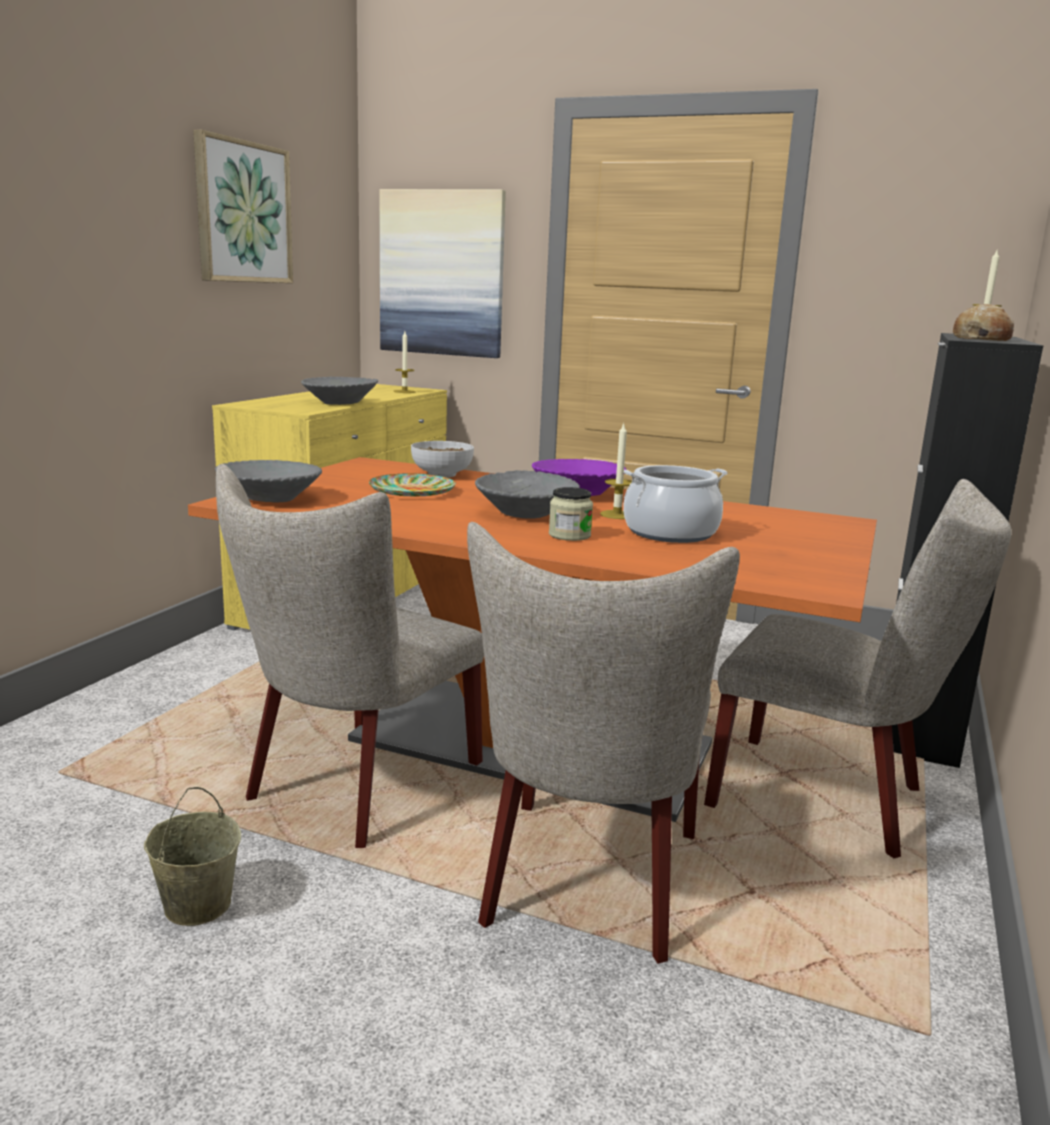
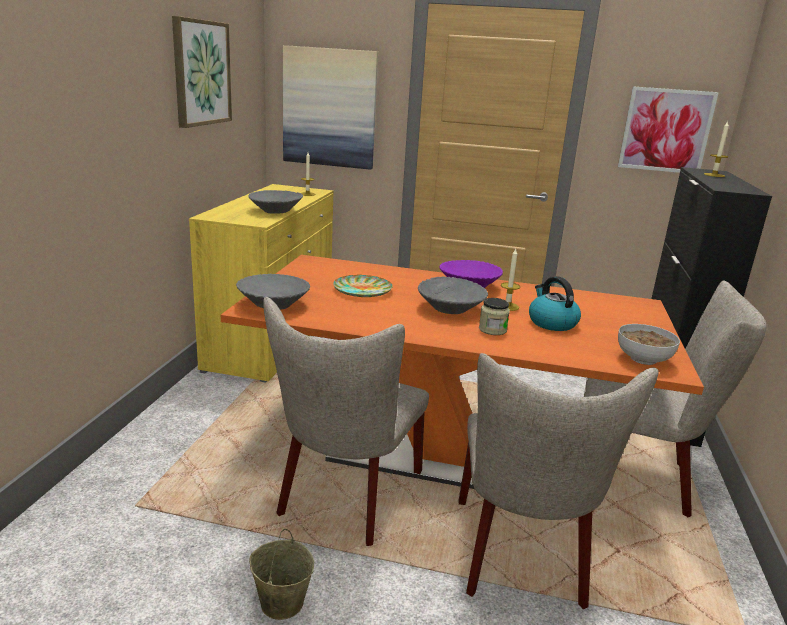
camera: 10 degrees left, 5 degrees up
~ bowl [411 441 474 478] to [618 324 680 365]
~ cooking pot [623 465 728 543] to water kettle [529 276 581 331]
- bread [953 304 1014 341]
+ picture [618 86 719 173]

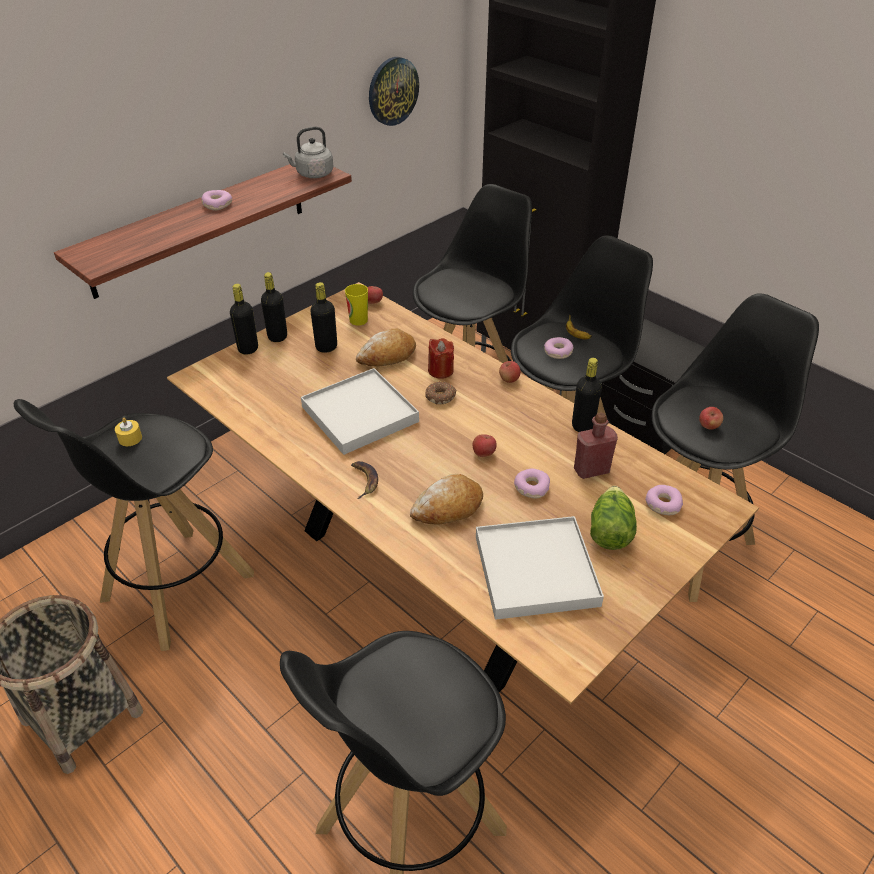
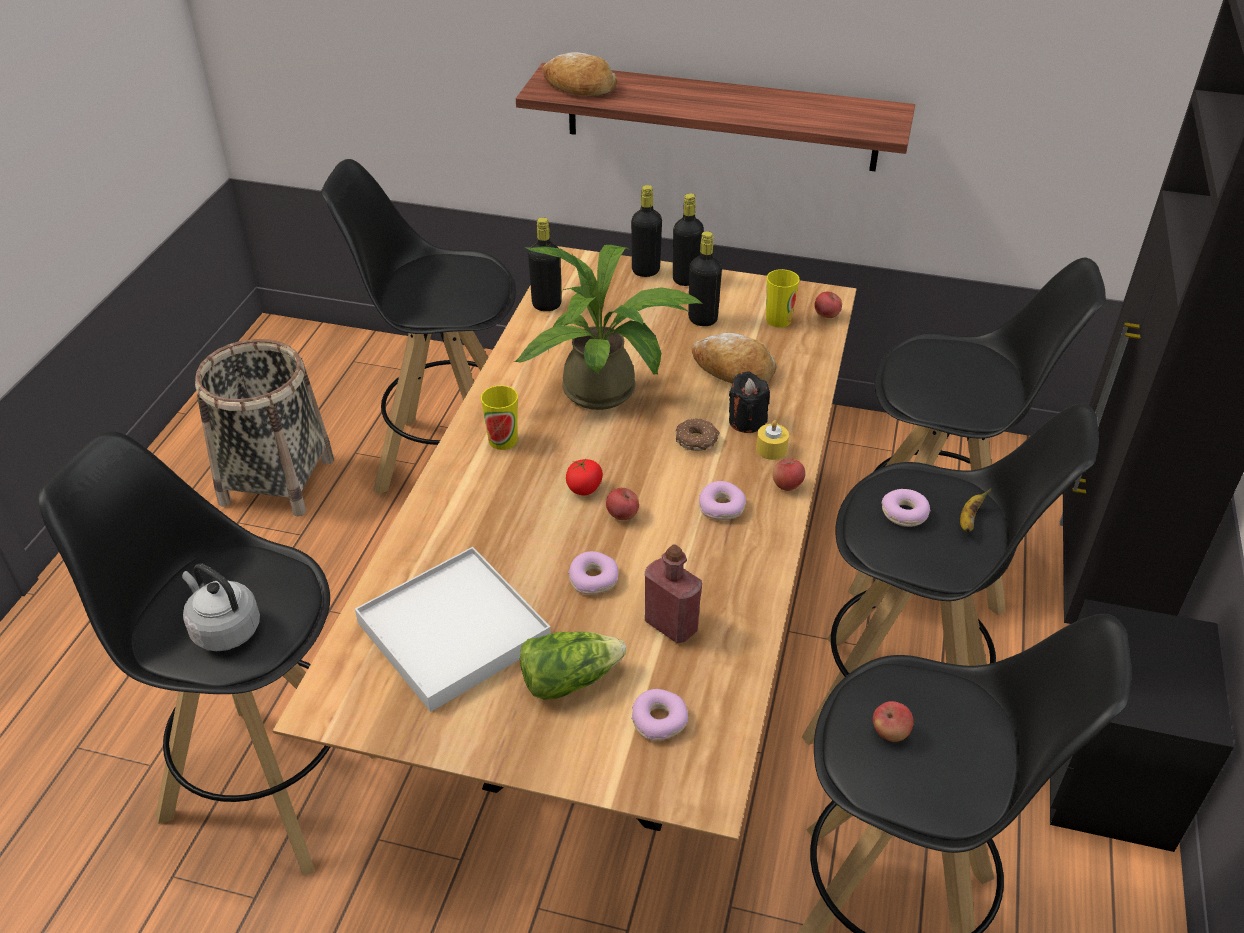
camera: 60 degrees right, 0 degrees up
~ yellowish wax light [115 418 142 446] to [756 420 789 460]
~ donut [201 190 232 210] to [699 481 746 520]
~ greyish water kettle [283 127 334 178] to [182 563 260 651]
~ whitish carrying tray [301 368 419 455] to plant in a pot [514 245 703 410]
~ banana [351 461 378 499] to cup [481 385 518 450]
- hanging clock [369 57 419 126]
~ bread [410 474 483 524] to [543 52 617 96]
~ reddish wax light [428 338 454 379] to blackish wax light [729 371 770 433]
~ blackish drink bottle [572 358 602 432] to [528 217 562 311]
+ whole tomato [566 458 603 495]

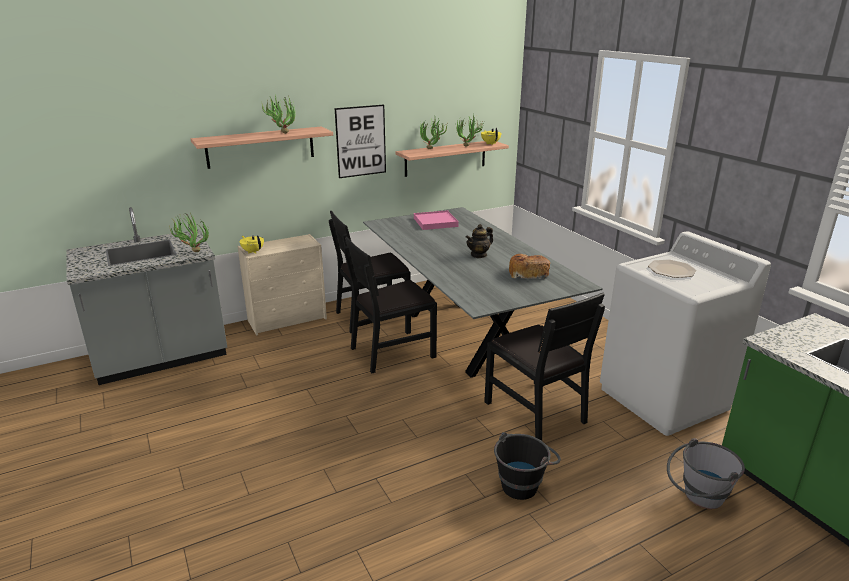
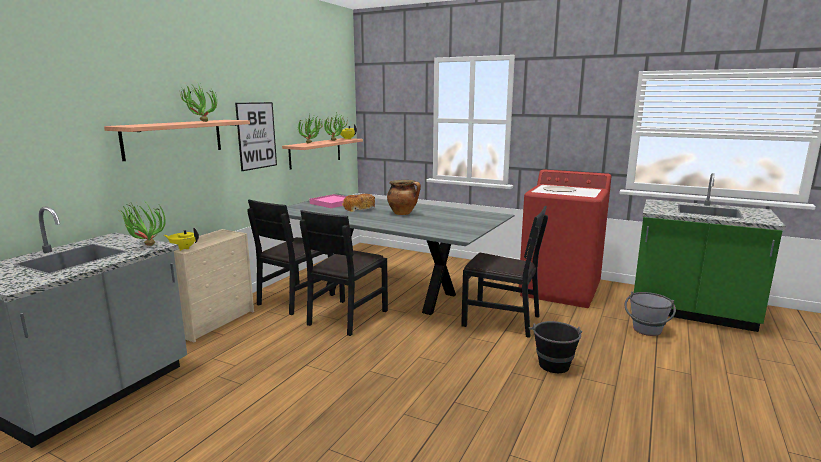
camera: 35 degrees left, 10 degrees down
~ tea pot [466 224 493 258] to cooking pot [387 180 421 215]
~ bread [509 254 550 279] to [342 194 375 212]
~ whitish washing machine [600 231 771 436] to reddish washing machine [519 169 612 308]

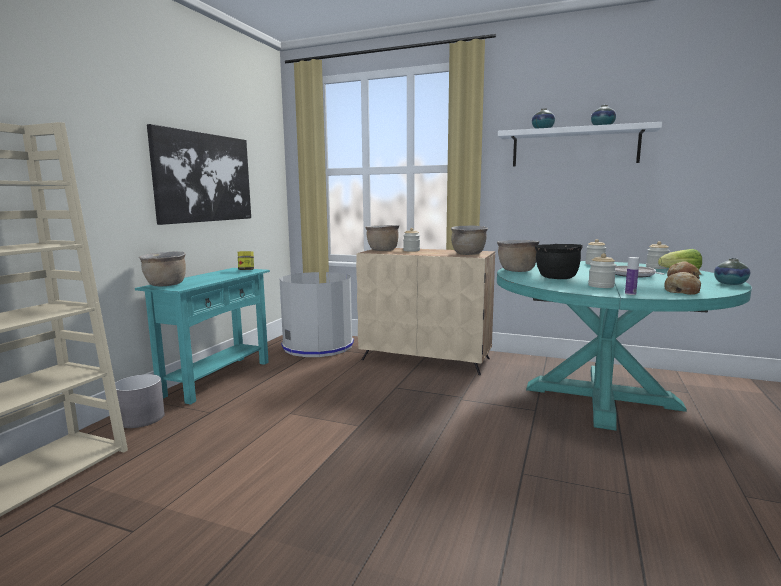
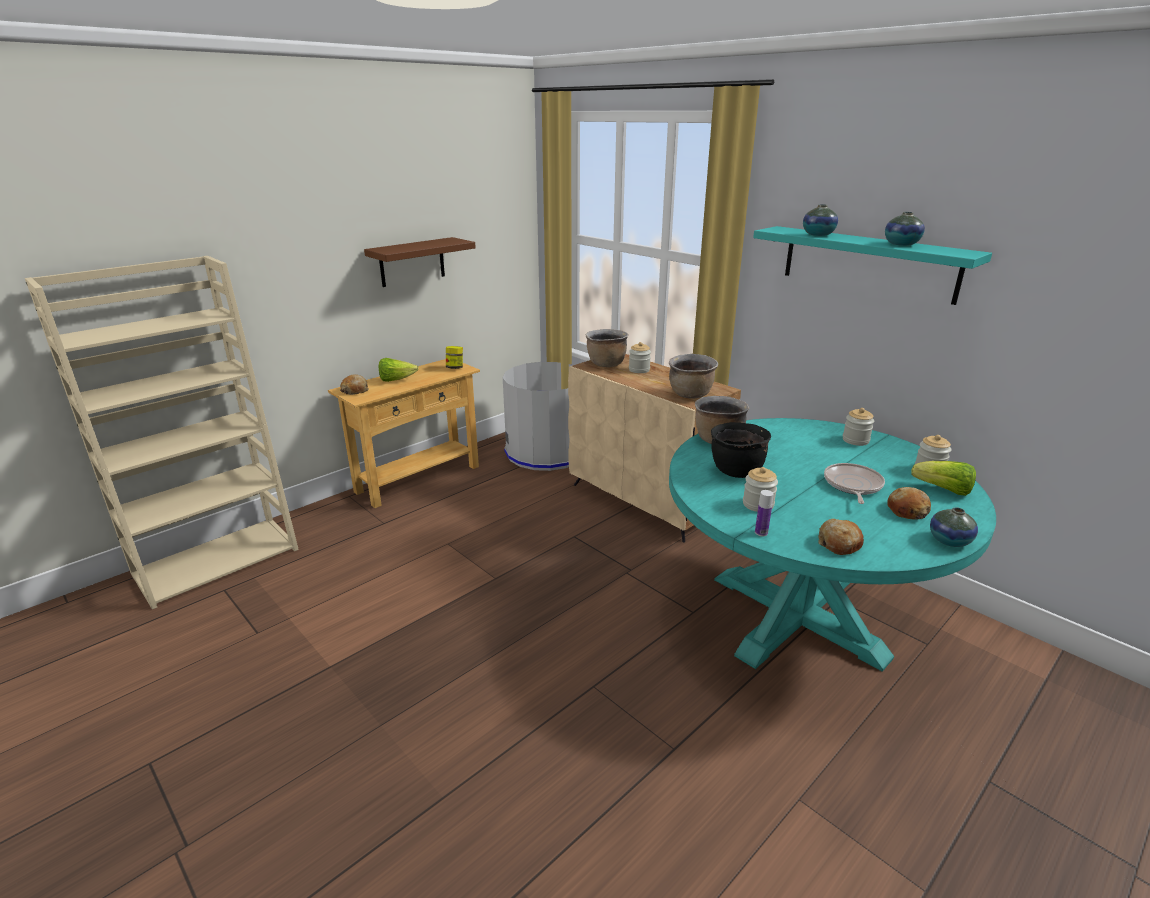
camera: 25 degrees right, 15 degrees up
- greyish planter [115 374 165 428]
~ turquoise hall table [135 268 270 405] to beige hall table [328 359 480 508]
~ brown-coloured cooking pot [139 251 186 286] to bread [340 374 369 395]
~ picture [147 124 251 225] to brown-coloured shelf [364 237 476 287]
~ whitish shelf [498 122 662 166] to turquoise shelf [753 226 992 305]
+ lettuce [379 358 419 382]

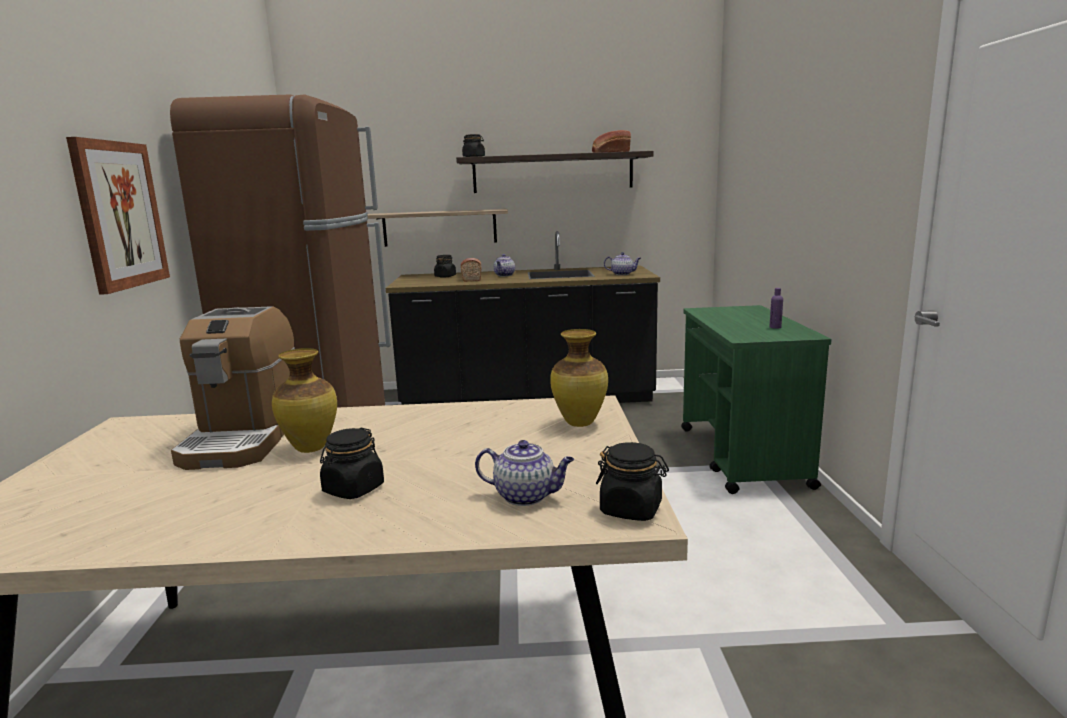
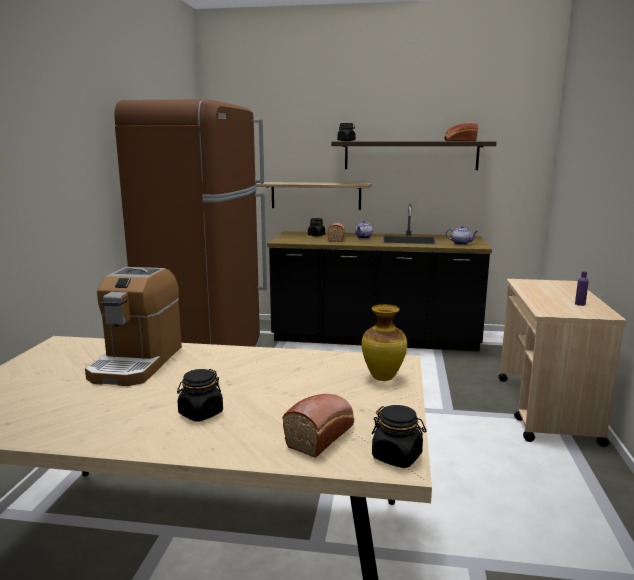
camera: 10 degrees right, 0 degrees up
- picture [66 137 170 295]
- flower vase [272 348 337 453]
~ tea pot [475 440 574 506] to bread [283 394 354 458]
~ green wheeled cart [681 305 832 494] to beige wheeled cart [498 279 626 447]

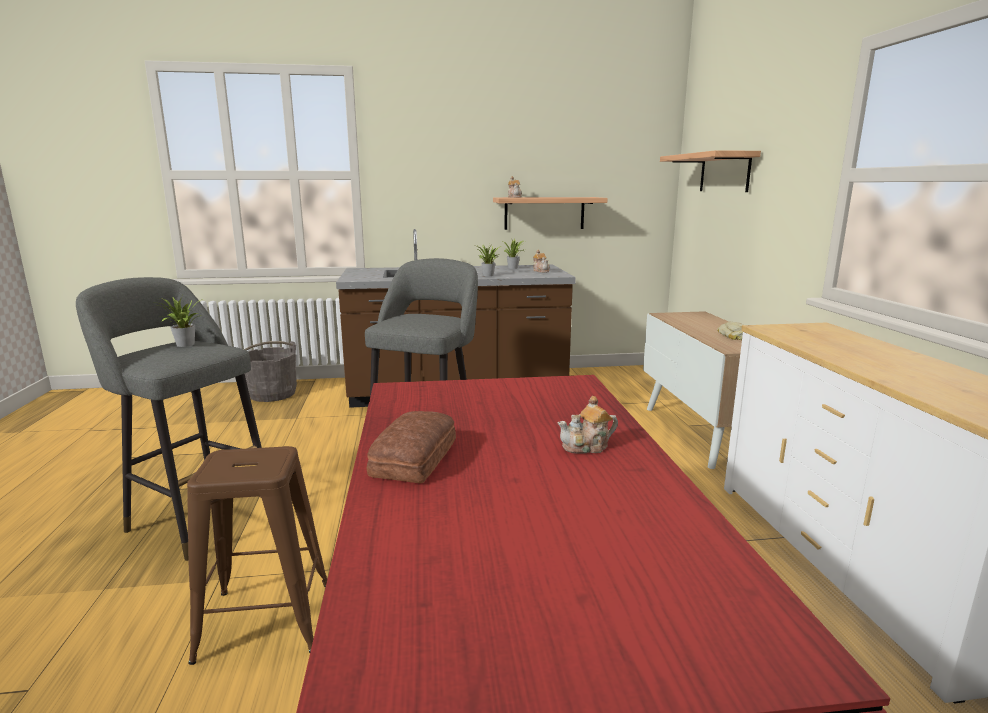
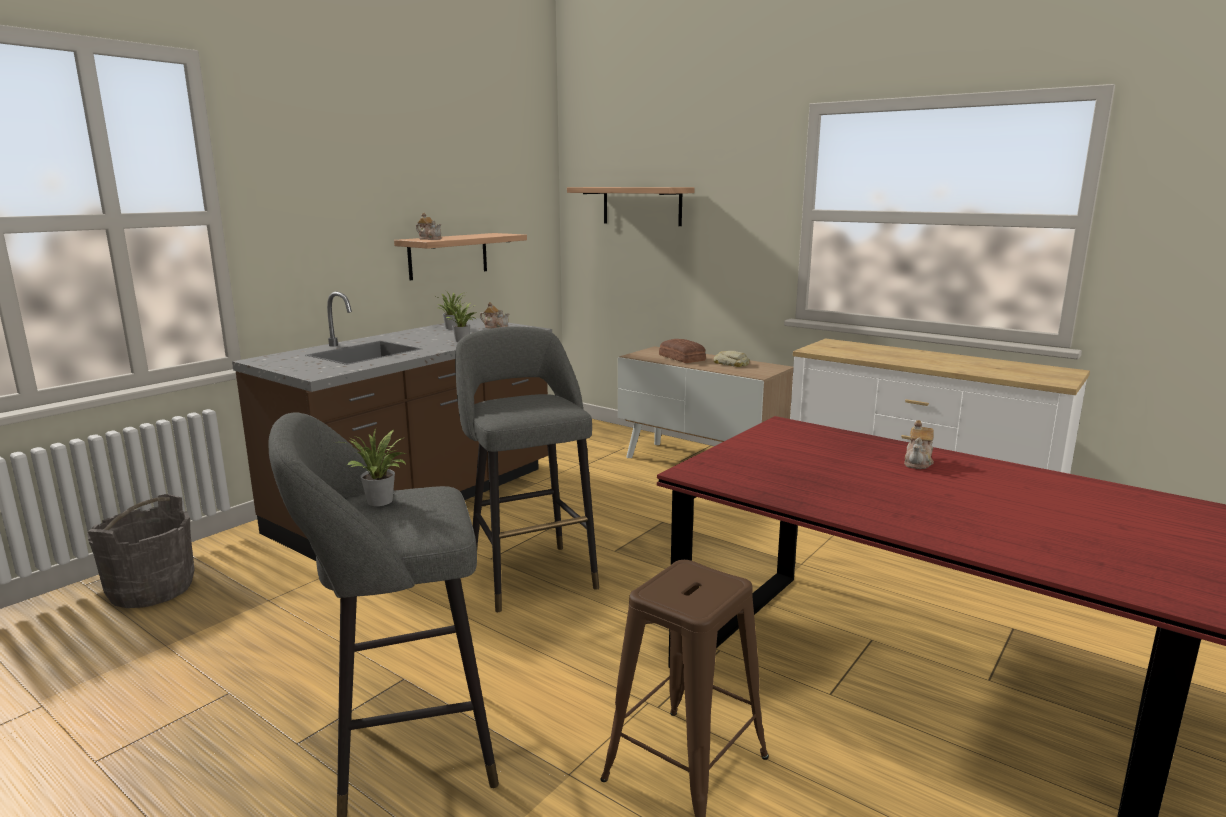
camera: 45 degrees left, 0 degrees up
~ bread [367 411 456 483] to [659 339 706 363]

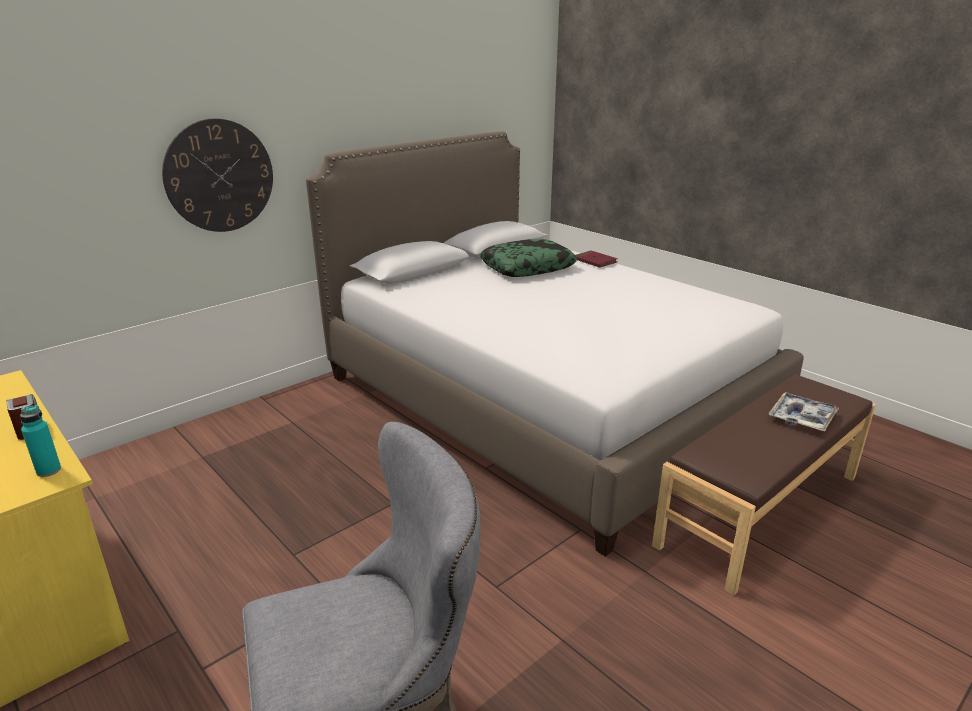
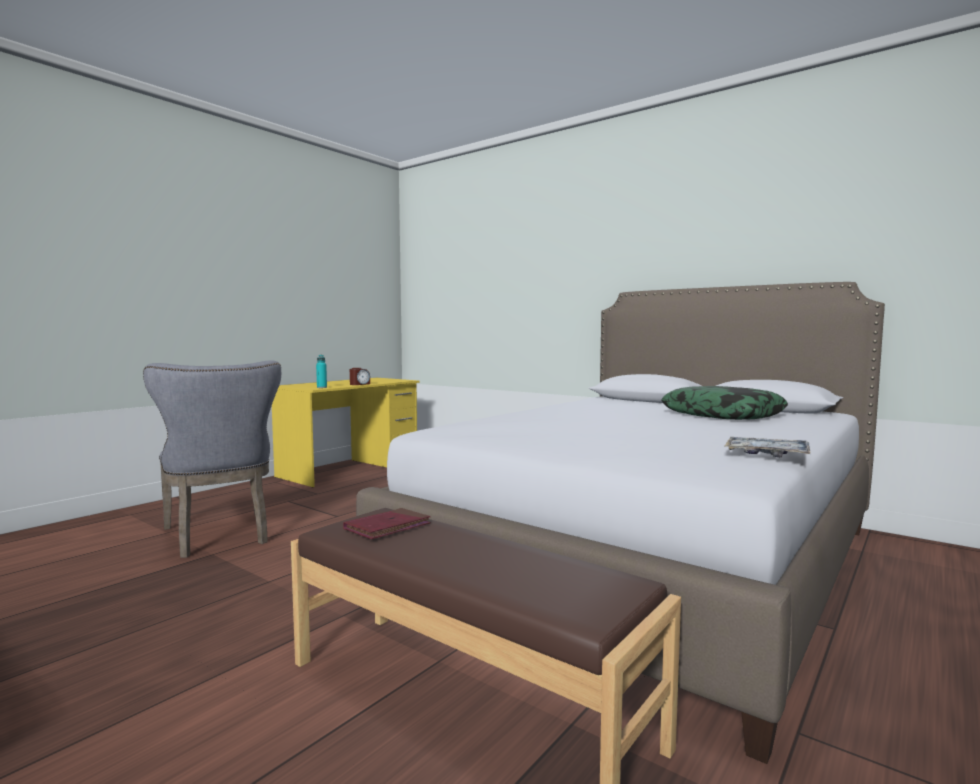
camera: 80 degrees right, 20 degrees down
- hanging clock [162 118 273 232]
~ reddish book [575 250 618 268] to [343 508 431 539]
~ carrying tray [769 392 839 431] to [725 437 810 458]

